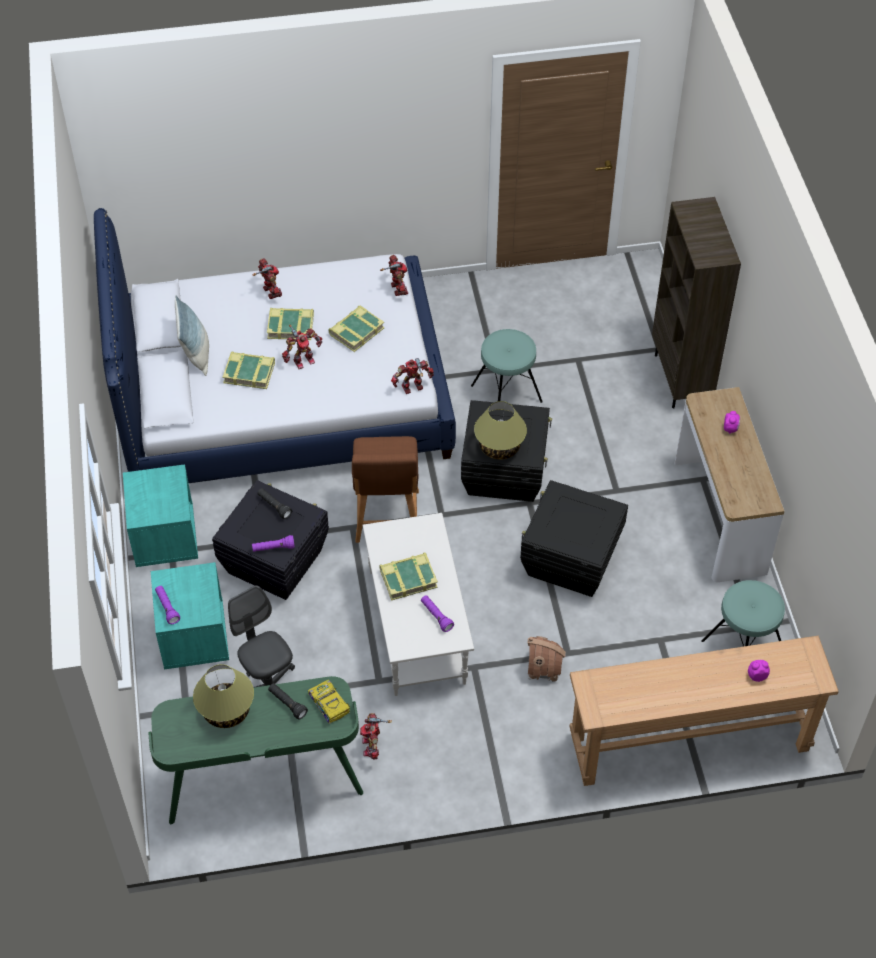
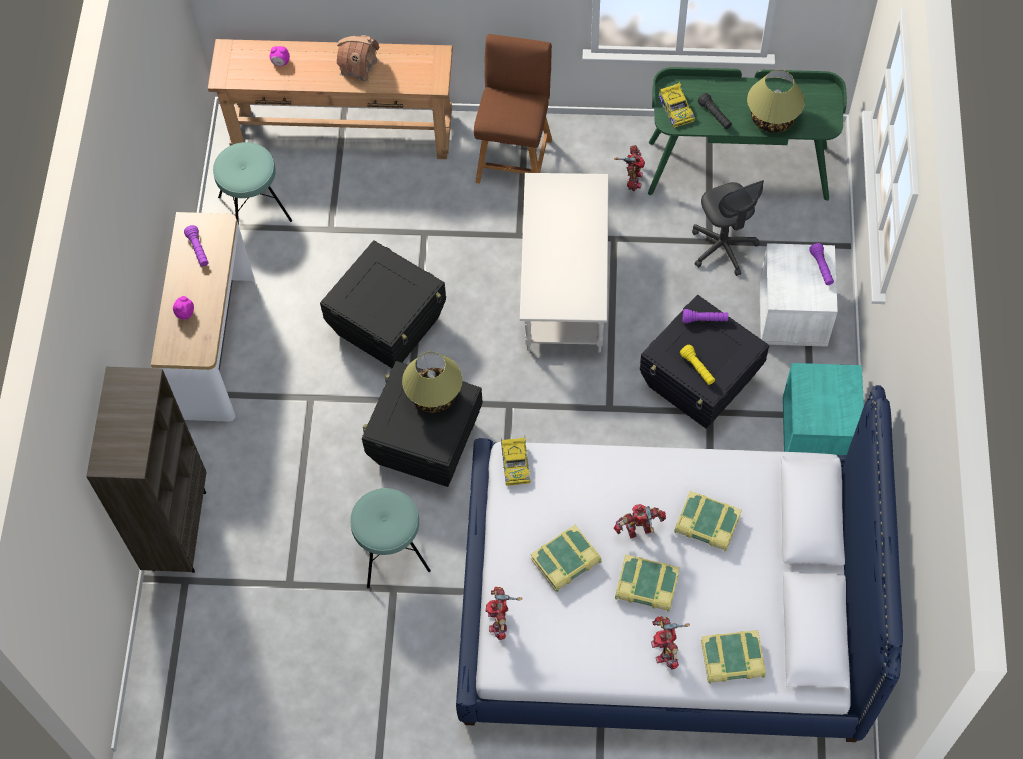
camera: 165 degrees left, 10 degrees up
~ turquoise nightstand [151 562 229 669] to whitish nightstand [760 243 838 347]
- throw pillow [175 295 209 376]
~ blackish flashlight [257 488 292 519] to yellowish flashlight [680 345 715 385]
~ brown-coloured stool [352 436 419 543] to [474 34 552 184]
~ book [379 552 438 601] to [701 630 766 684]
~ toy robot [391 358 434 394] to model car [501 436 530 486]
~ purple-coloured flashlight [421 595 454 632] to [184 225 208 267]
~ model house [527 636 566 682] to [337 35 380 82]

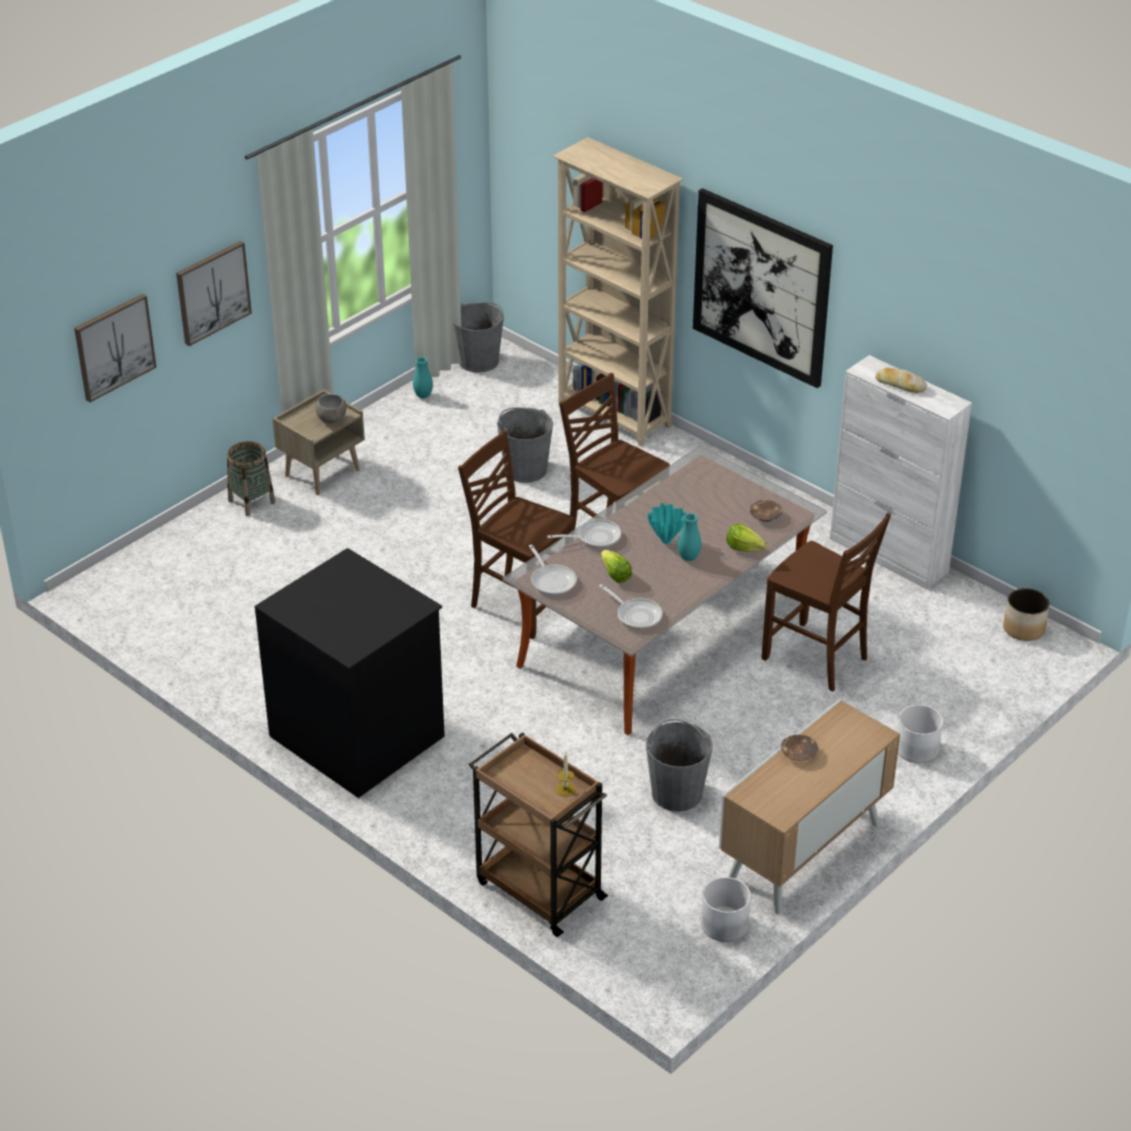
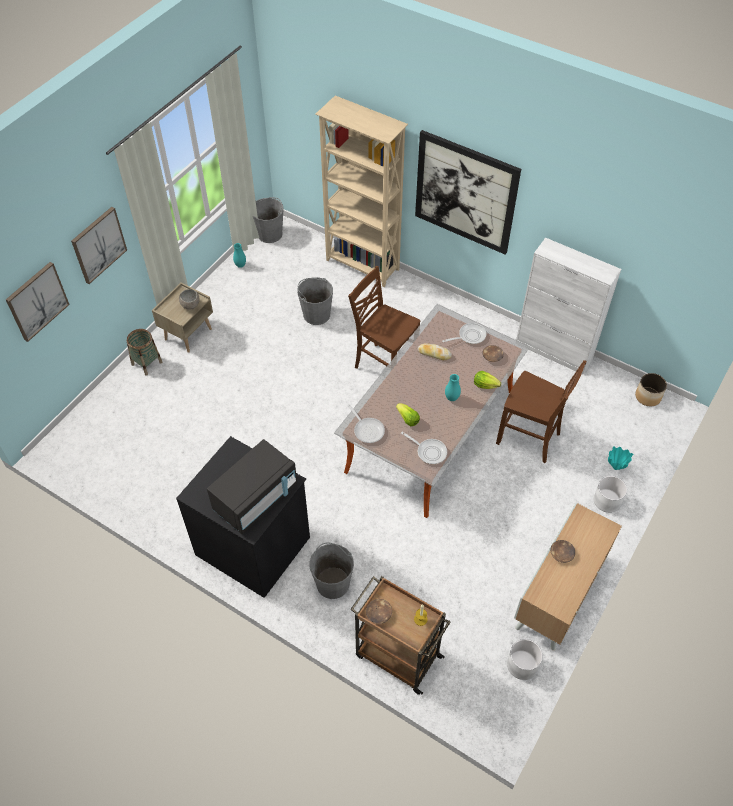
camera: 10 degrees left, 15 degrees up
- brown-coloured plain chair [458 430 574 639]
~ frying pan [547 519 621 548] to [442 323 486 344]
~ greyish pail [646 719 713 812] to [309 543 354 599]
~ turquoise flower vase [647 503 687 544] to [608 446 633 470]
~ bread [875 367 927 393] to [418 343 452 360]
+ blackish microwave [207 439 297 535]
+ brown-coloured bowl [366 599 392 624]

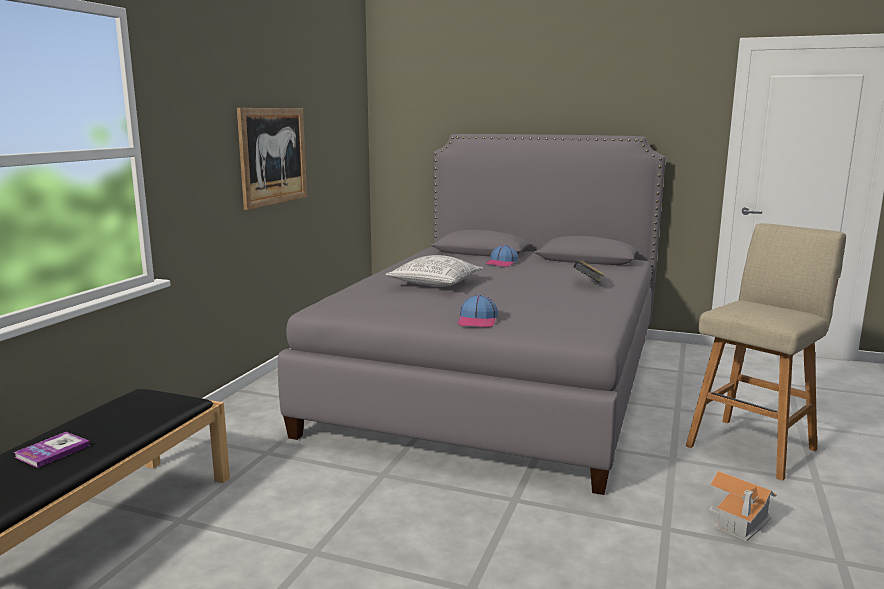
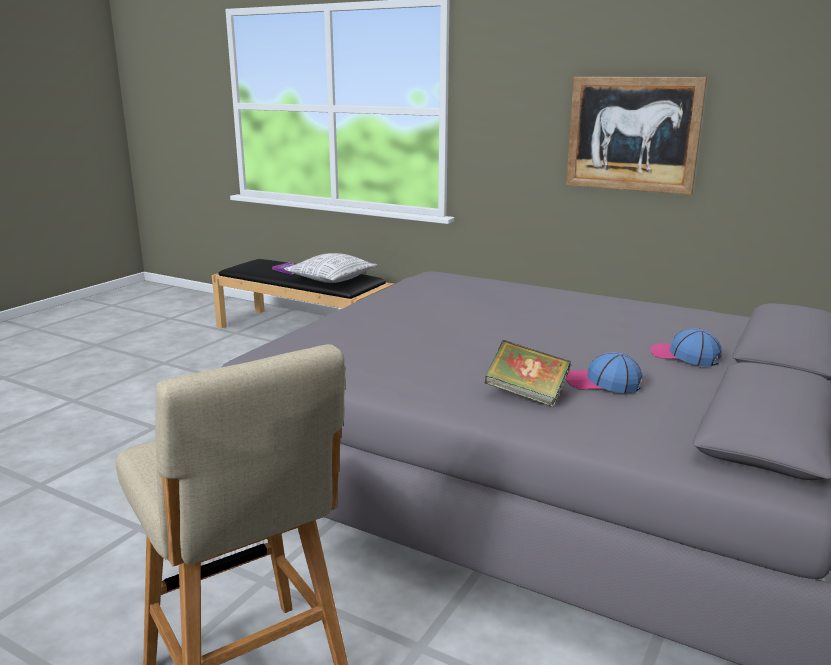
camera: 100 degrees right, 5 degrees up
~ throw pillow [385 255 483 287] to [284 253 378 283]
~ baseball cap [458 294 498 327] to [566 352 643 394]
- model house [709 471 777 541]

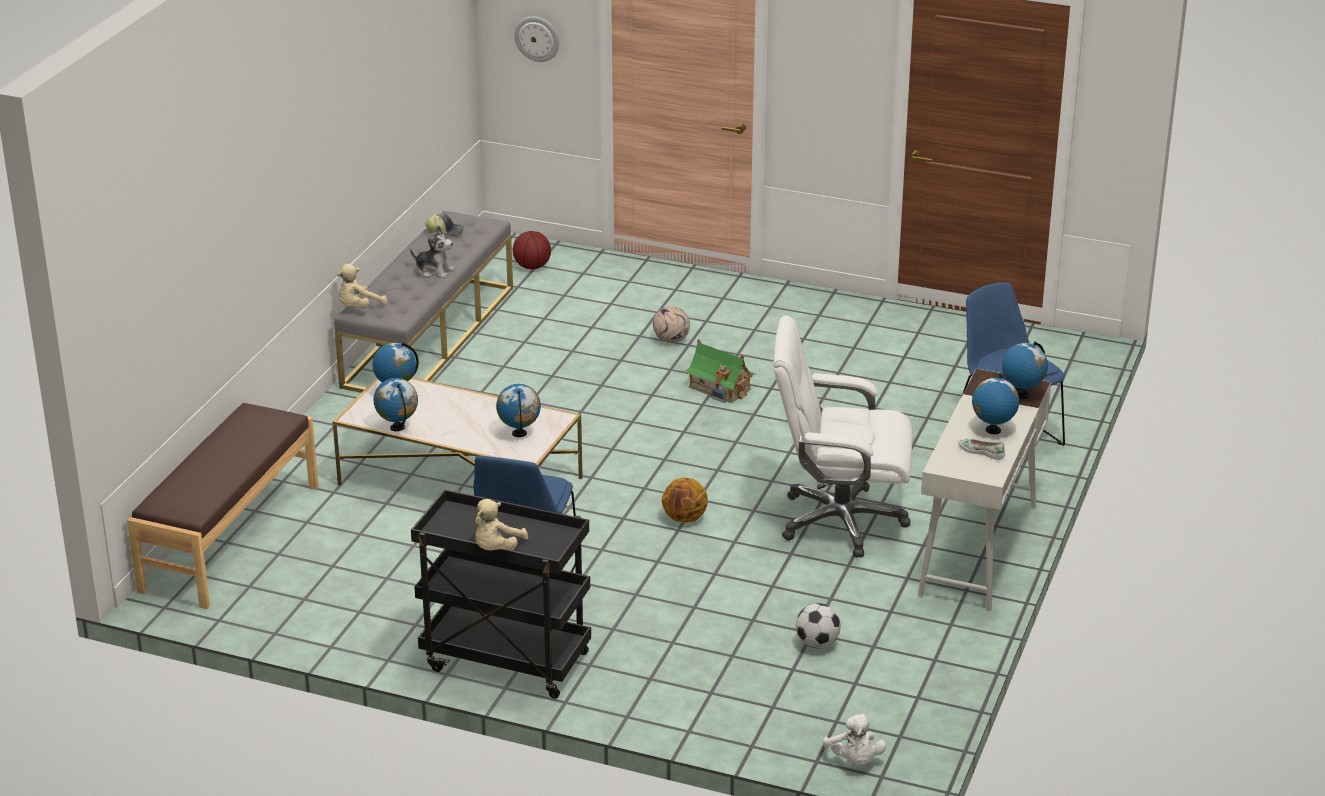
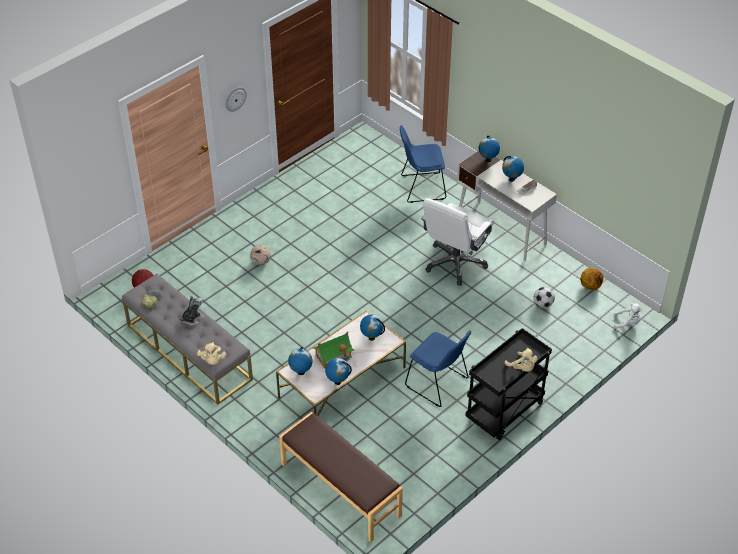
camera: 65 degrees left, 15 degrees up
~ hanging clock [514 16 559 62] to [225 87 247 112]
~ ball for basketball [662 478 708 523] to [581 268 603 290]
~ model house [684 339 756 404] to [313 332 355 369]

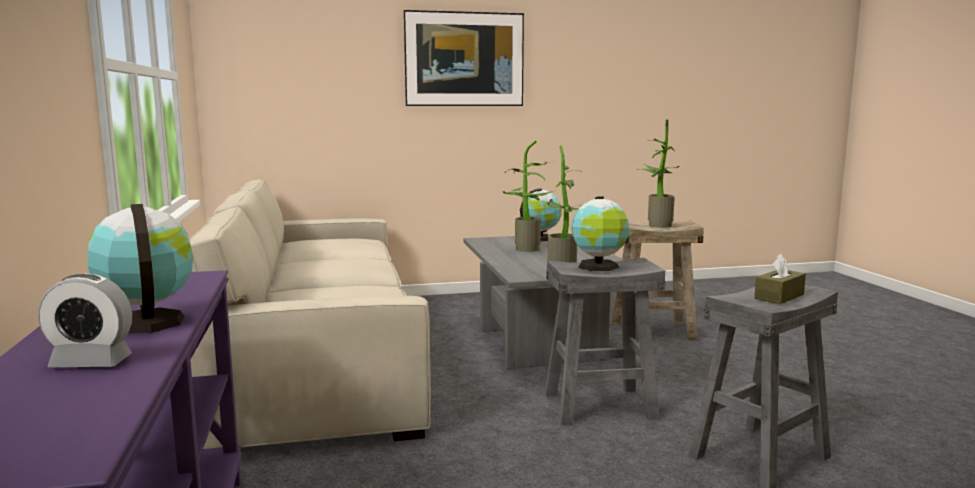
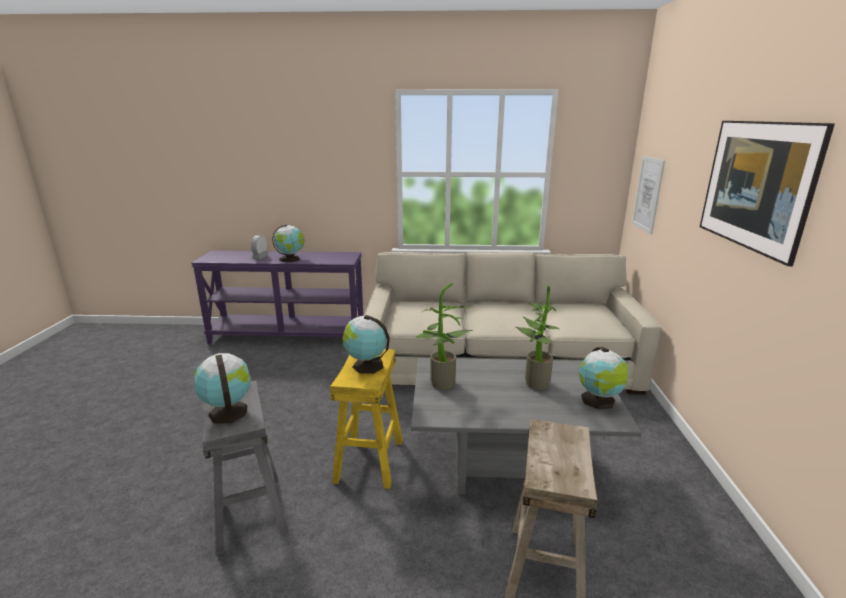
camera: 105 degrees right, 10 degrees up
~ greyish stool [544 257 665 425] to yellowish stool [330 349 403 489]
- plant in a pot [636 119 679 228]
~ brown-coloured box of tissues [754 254 806 304] to desk globe [194 353 251 424]
+ picture [632 156 665 235]

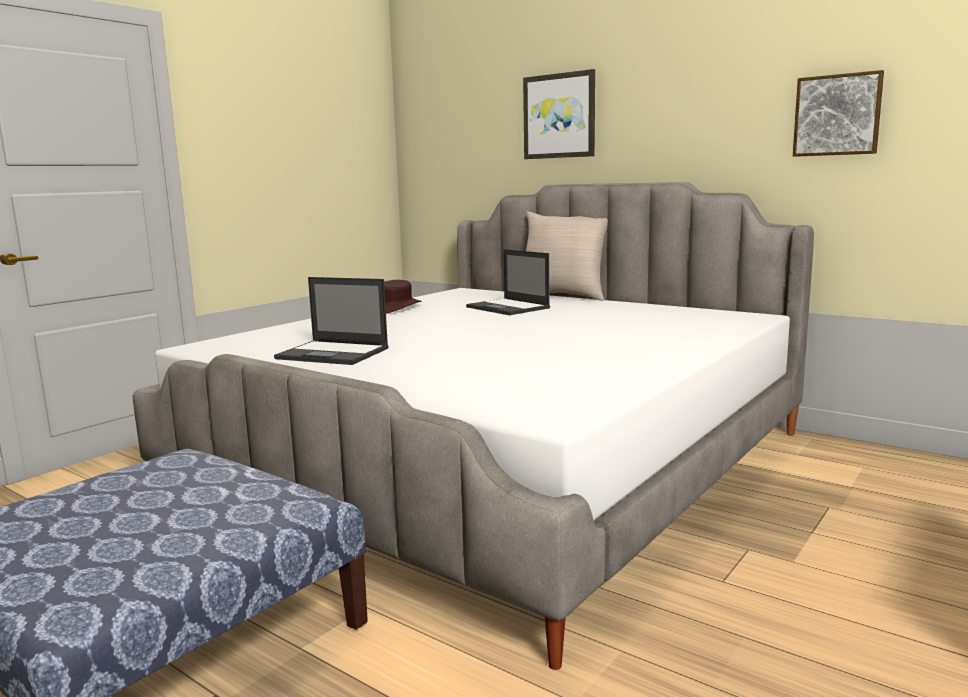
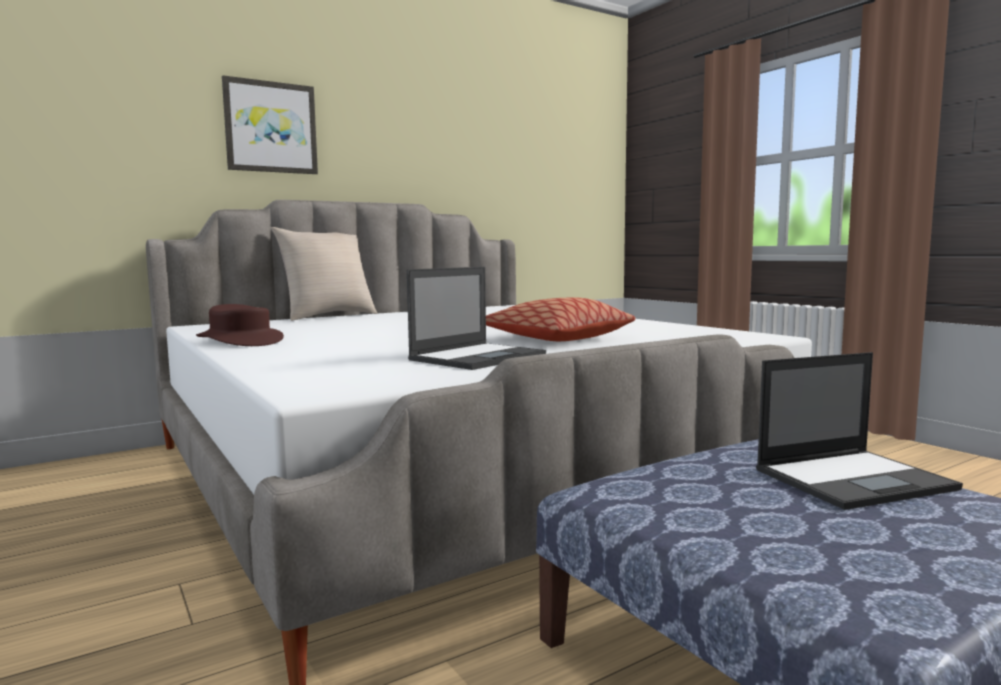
camera: 70 degrees left, 5 degrees down
~ notebook computer [466 249 550 315] to [756 352 963 510]
- picture [793 70 884 157]
+ throw pillow [486 297 636 341]

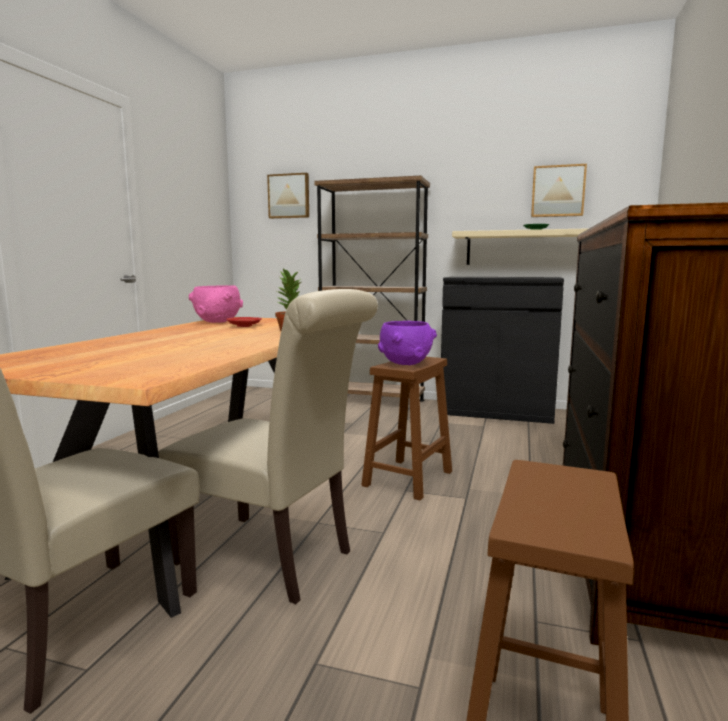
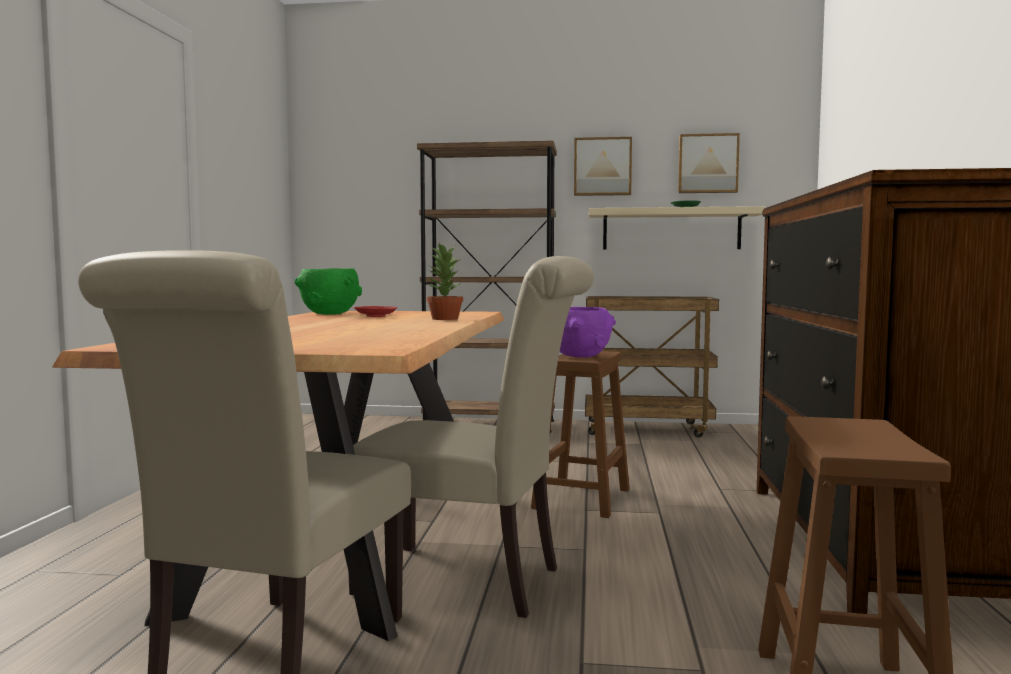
camera: 10 degrees left, 5 degrees down
~ pinkish bowl [189 285 243 323] to green bowl [295 268 362 315]
~ picture [267 173 309 219] to [574 137 632 196]
~ blackish cabinet [441 277 564 424] to brown-coloured wheeled cart [585 296 719 438]

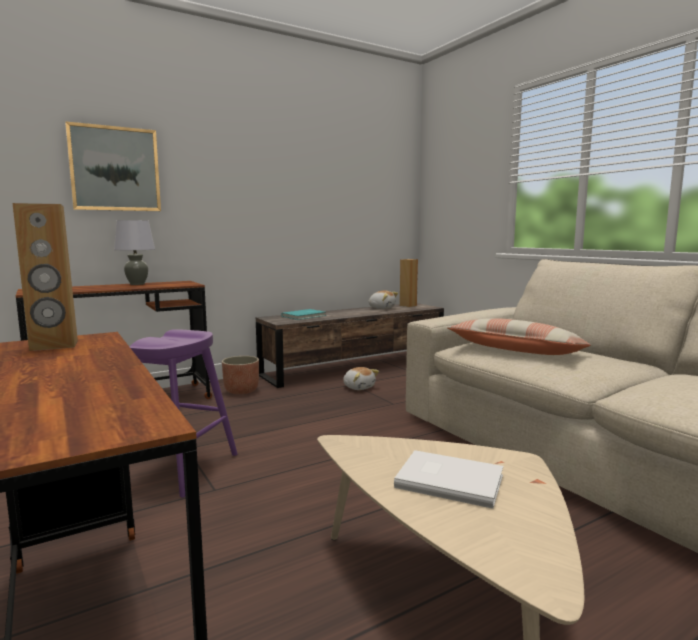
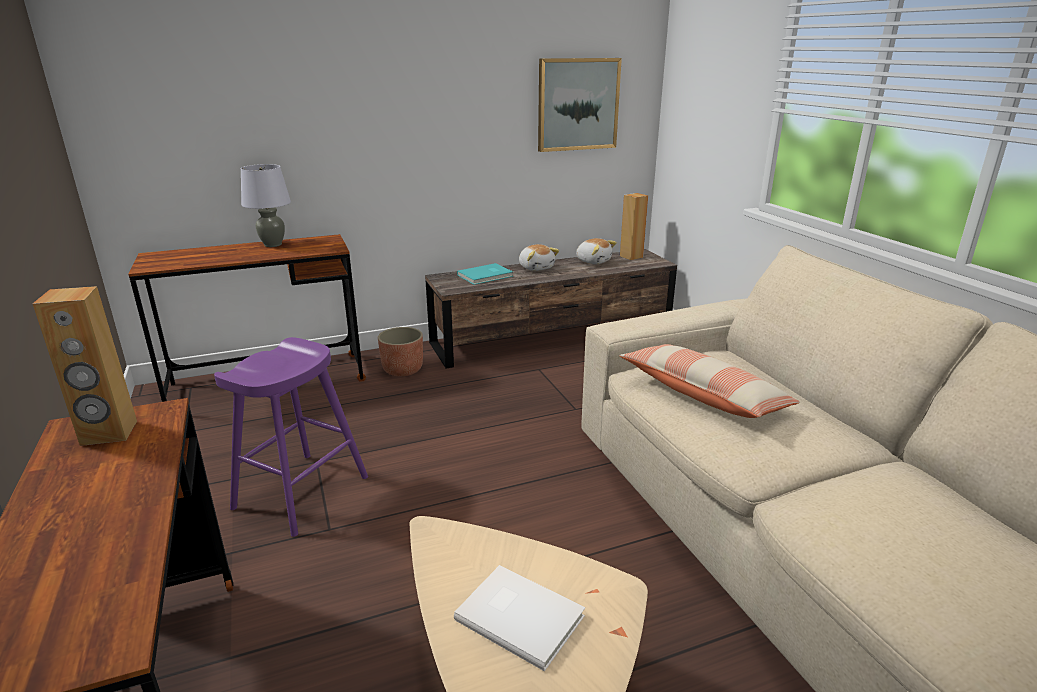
camera: 10 degrees right, 15 degrees up
~ picture [65 121 161 211] to [538 58 622 152]
~ plush toy [343 367 379 390] to [519 244 559 271]

